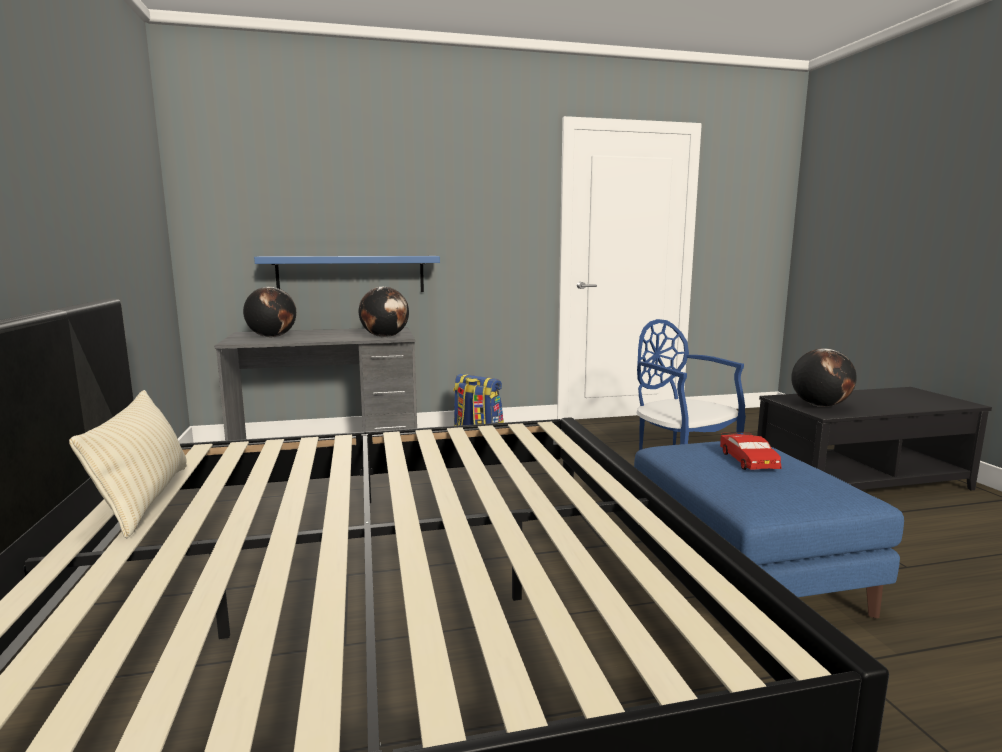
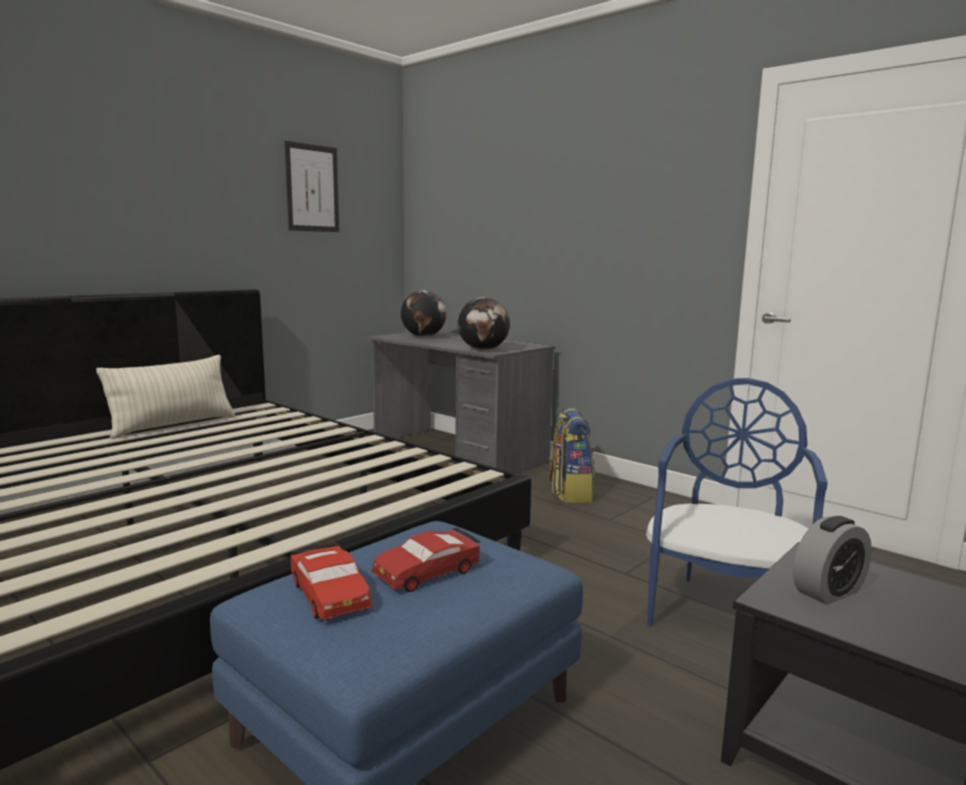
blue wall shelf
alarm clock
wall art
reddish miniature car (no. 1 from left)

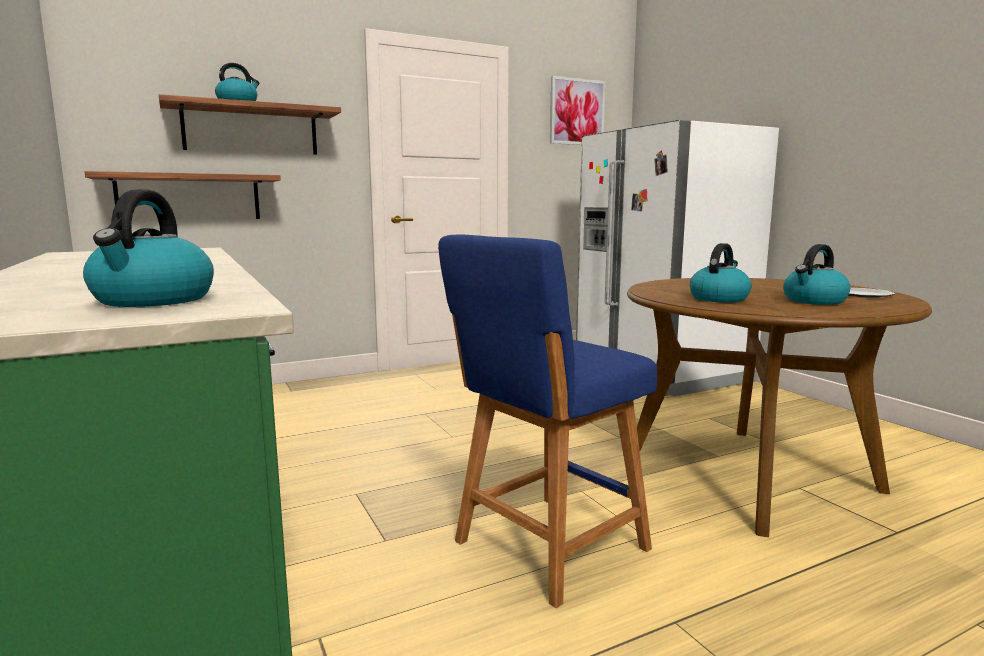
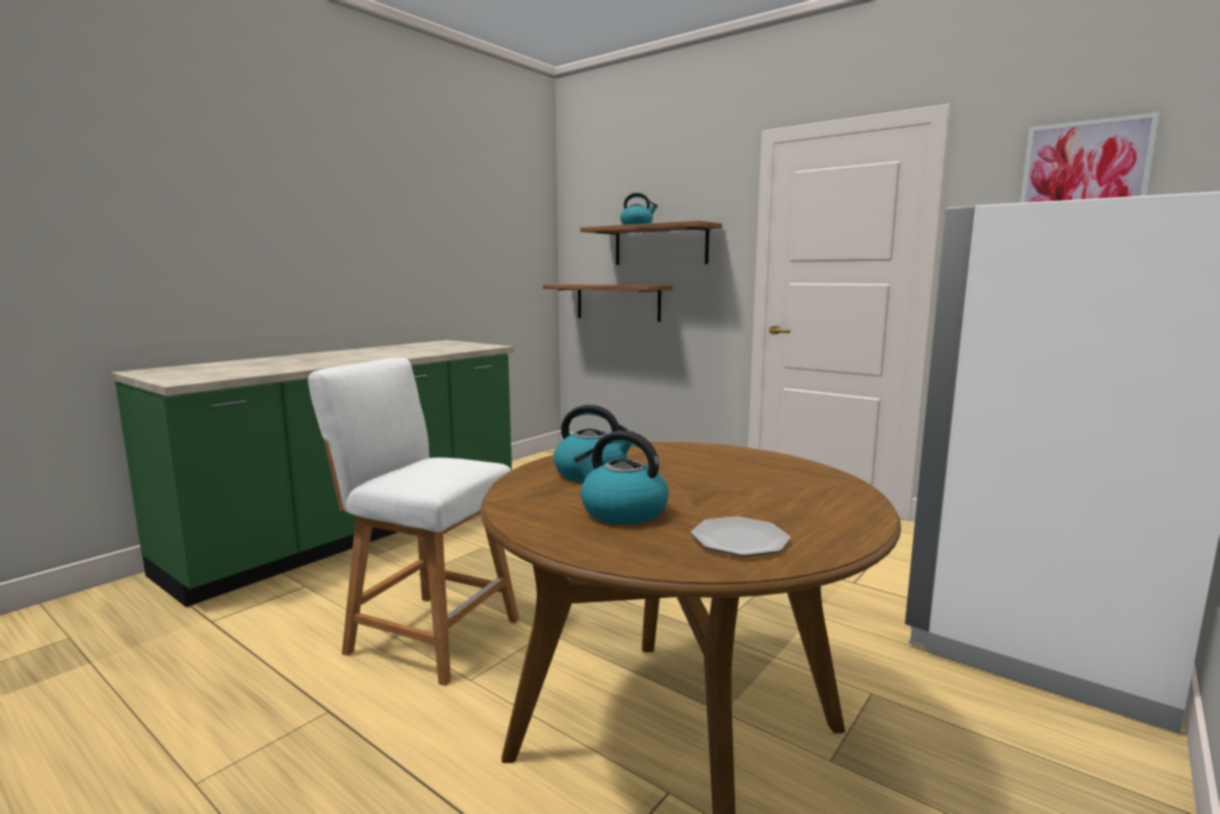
kettle (no. 1 from left in the first image)
white-coloured stool seat

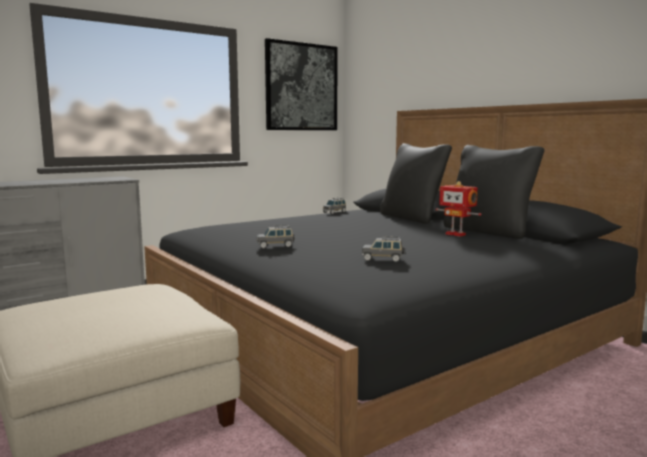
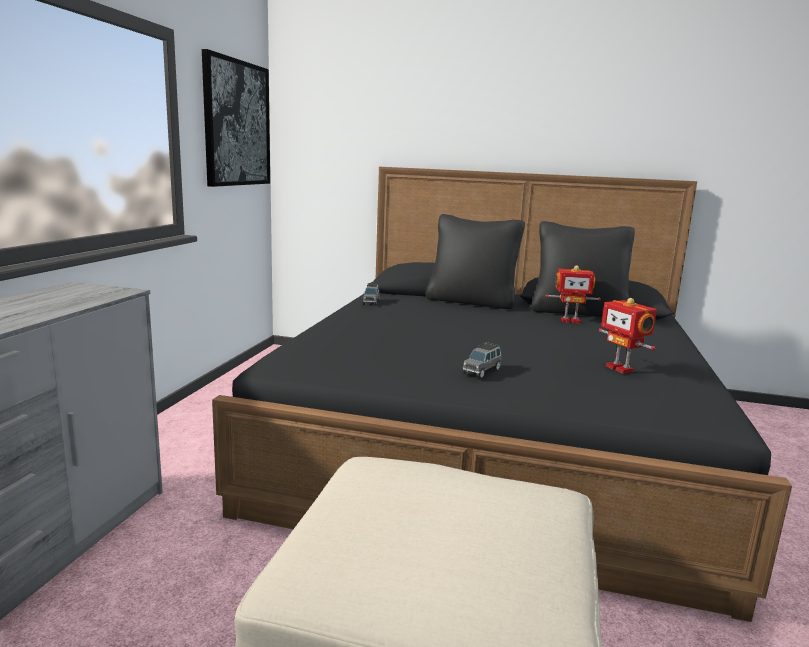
toy robot (no. 2 from left)

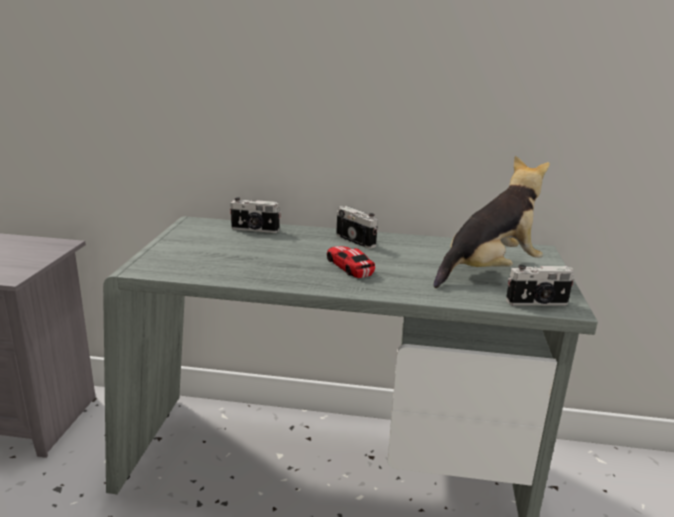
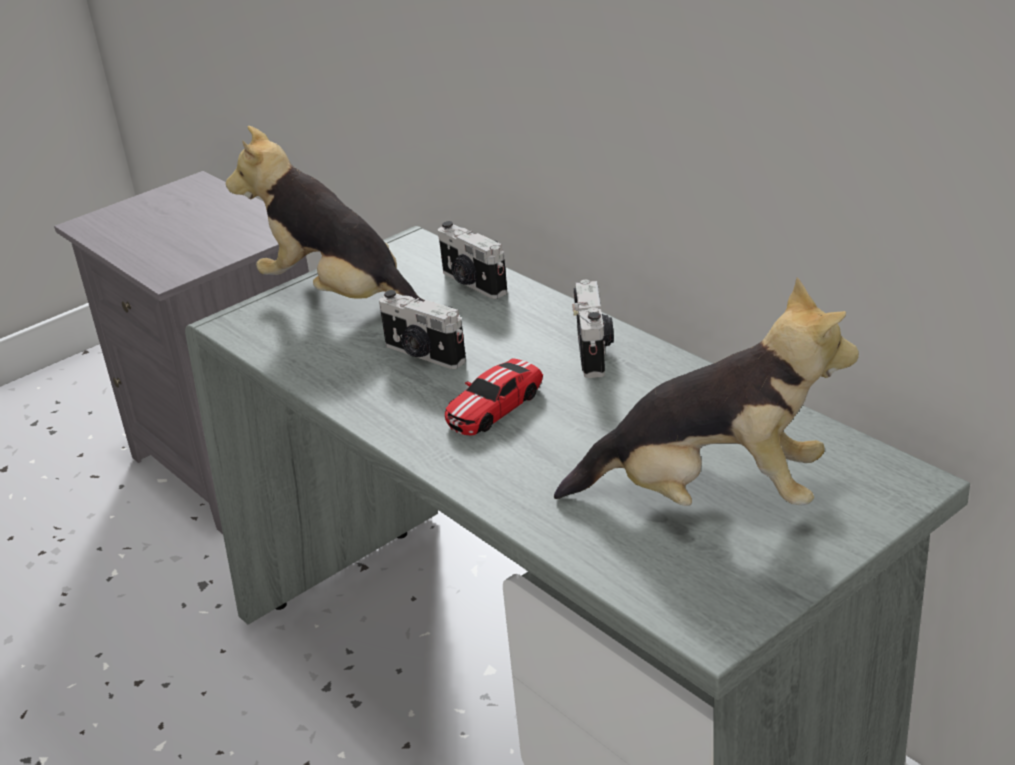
miniature car
still camera (no. 1 from left)
soft toy (no. 1 from left)

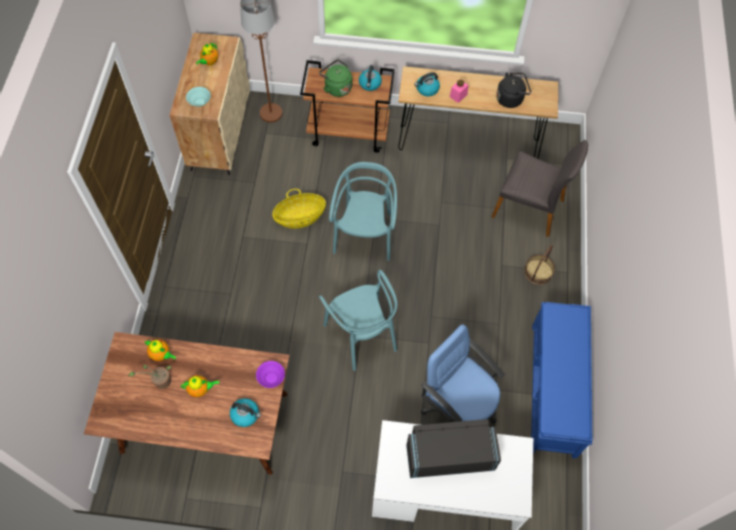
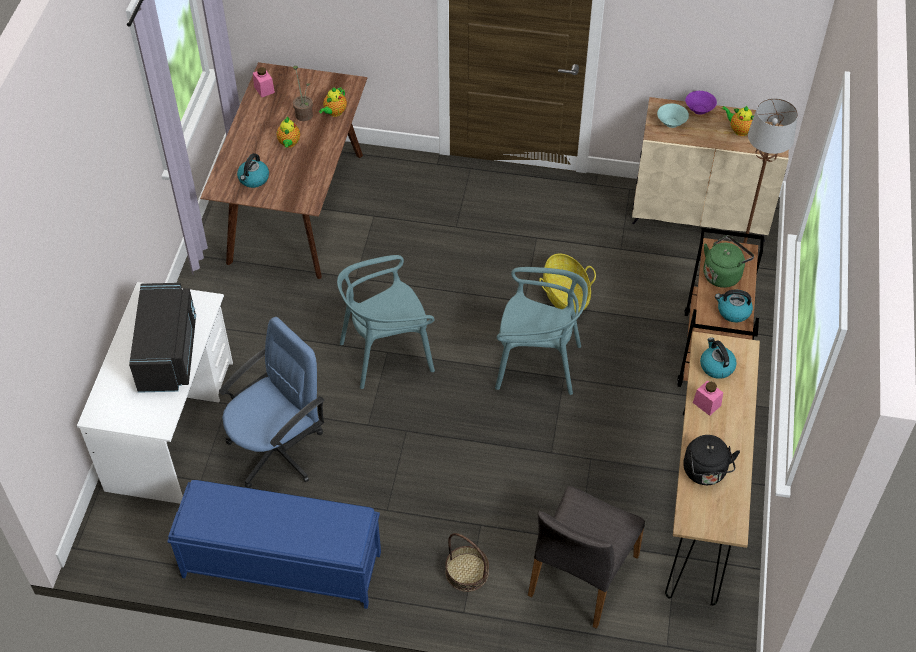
purple-coloured serving bowl
pink jar (no. 1 from left)

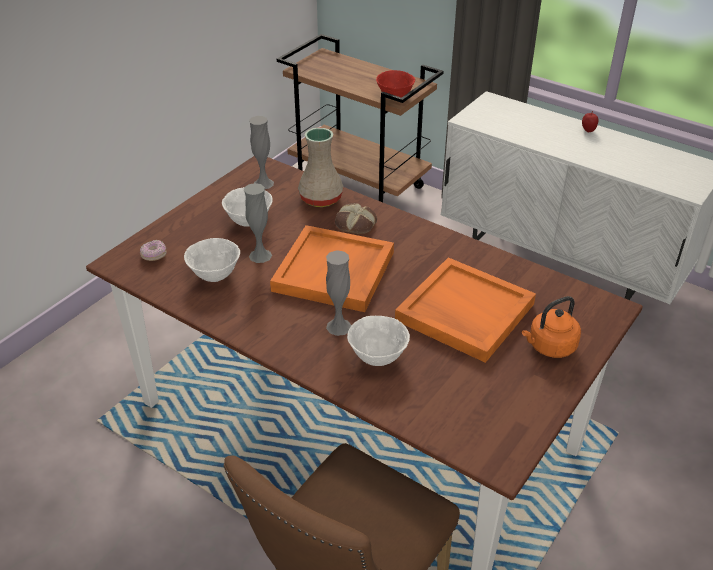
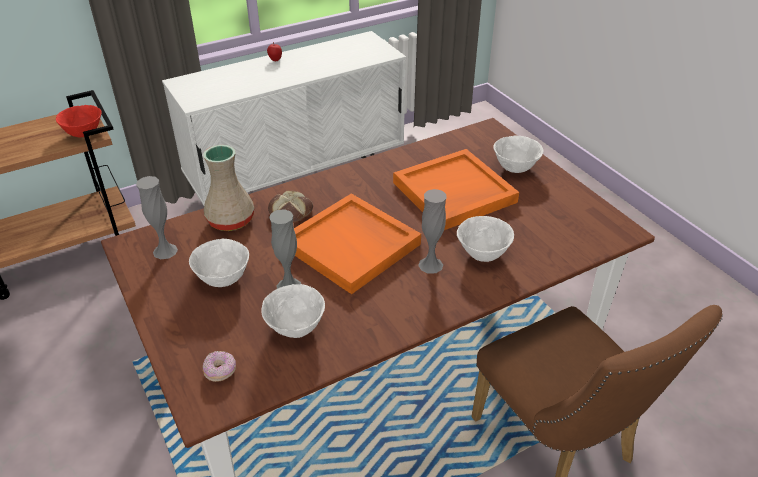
white-coloured serving bowl (no. 4 from left)

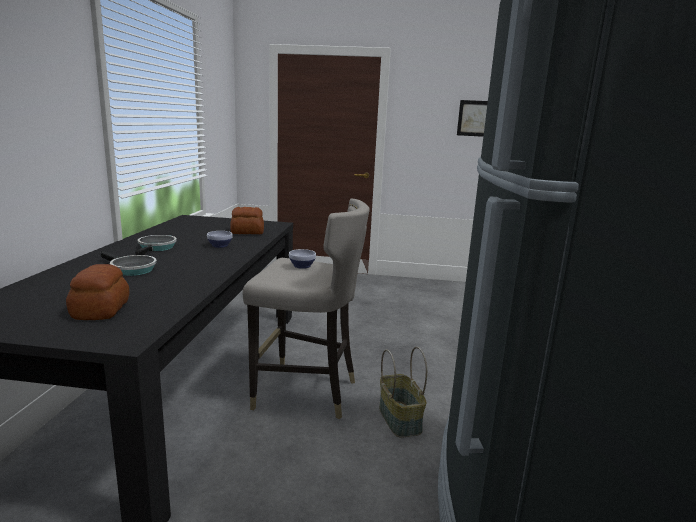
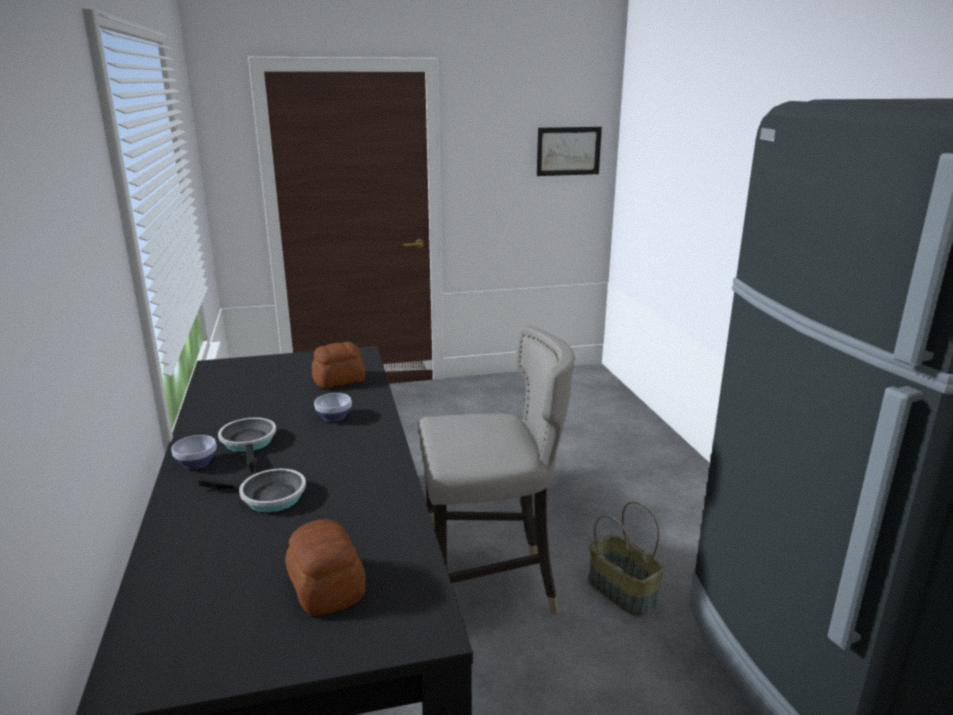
serving bowl (no. 1 from left)

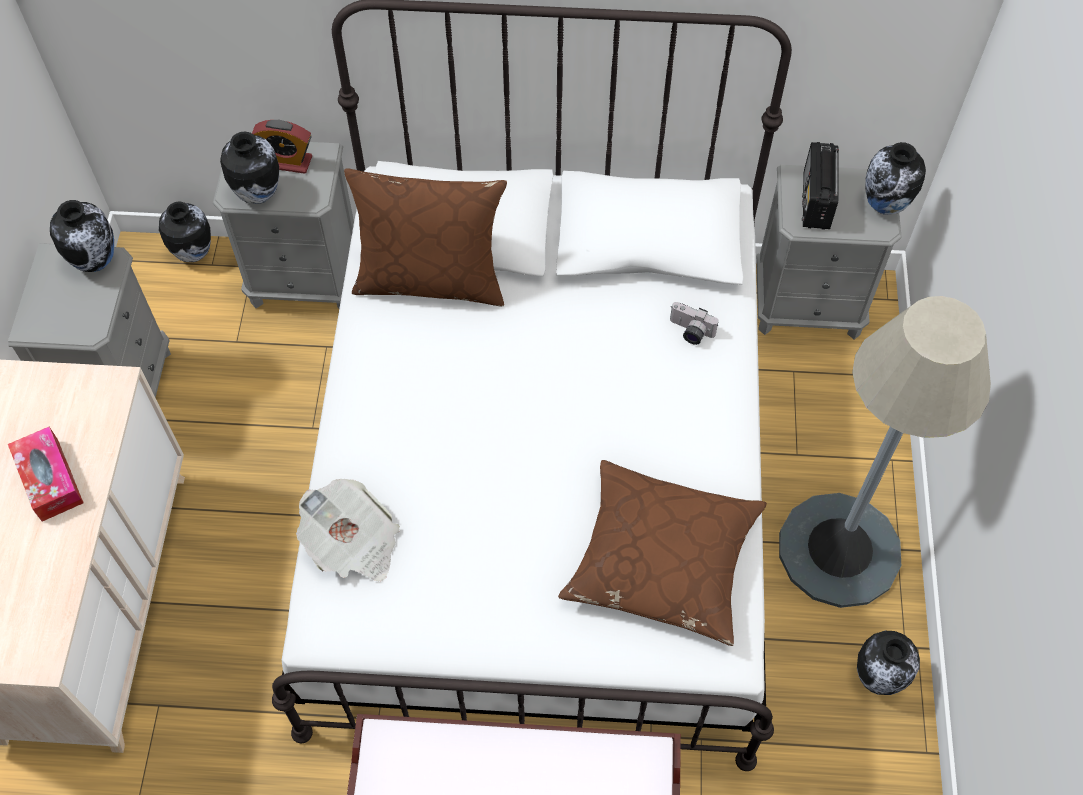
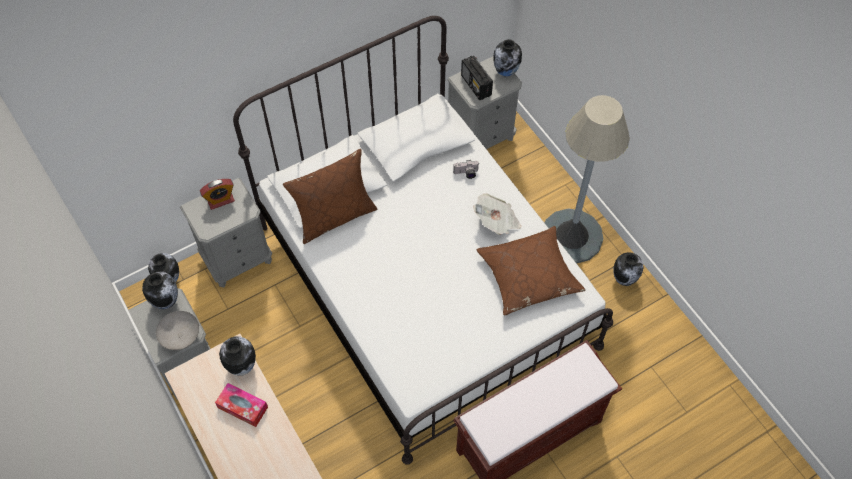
decorative vase (no. 3 from left)
printed paper
greyish serving bowl

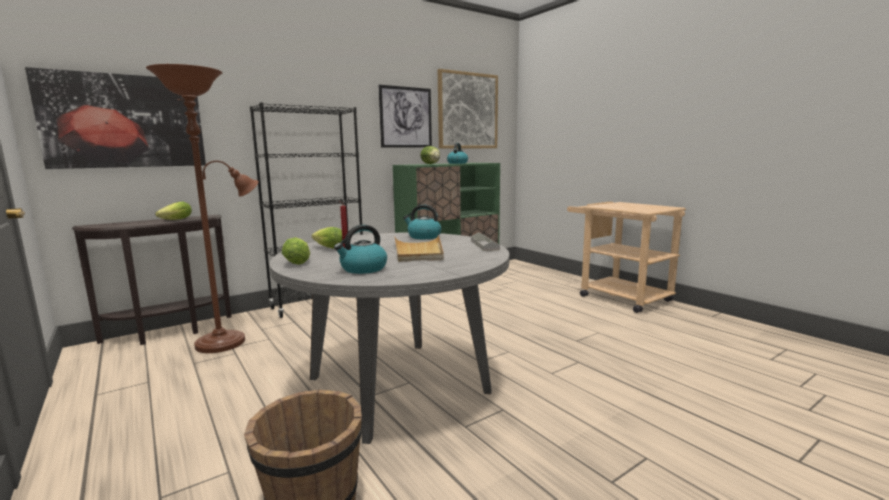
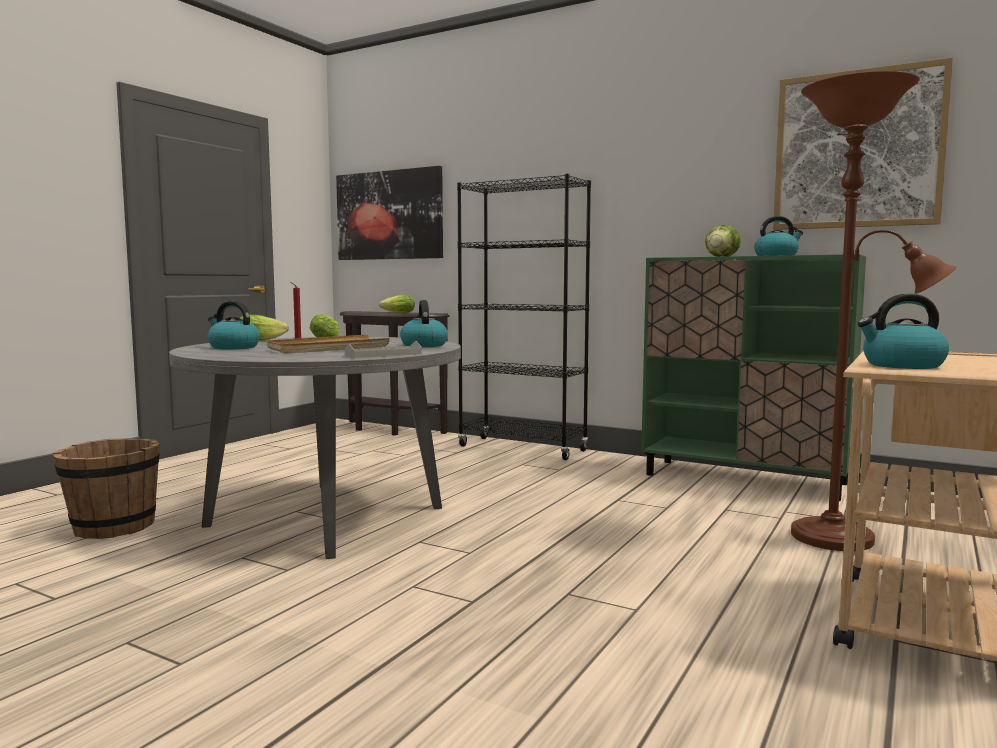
brown standard lamp
wall art (no. 2 from left in the first image)
kettle (no. 4 from left)

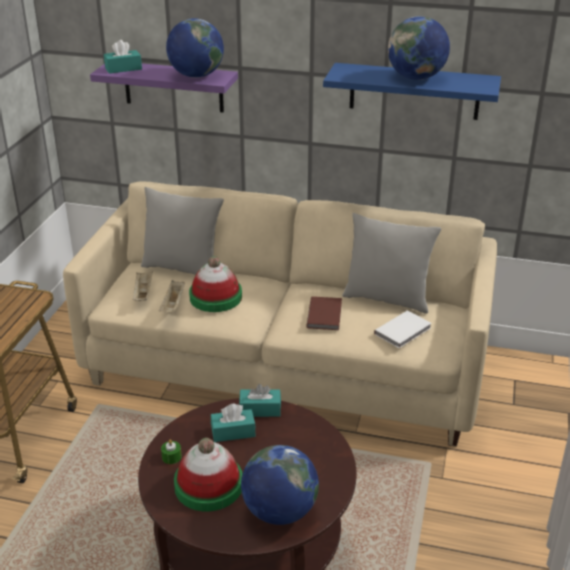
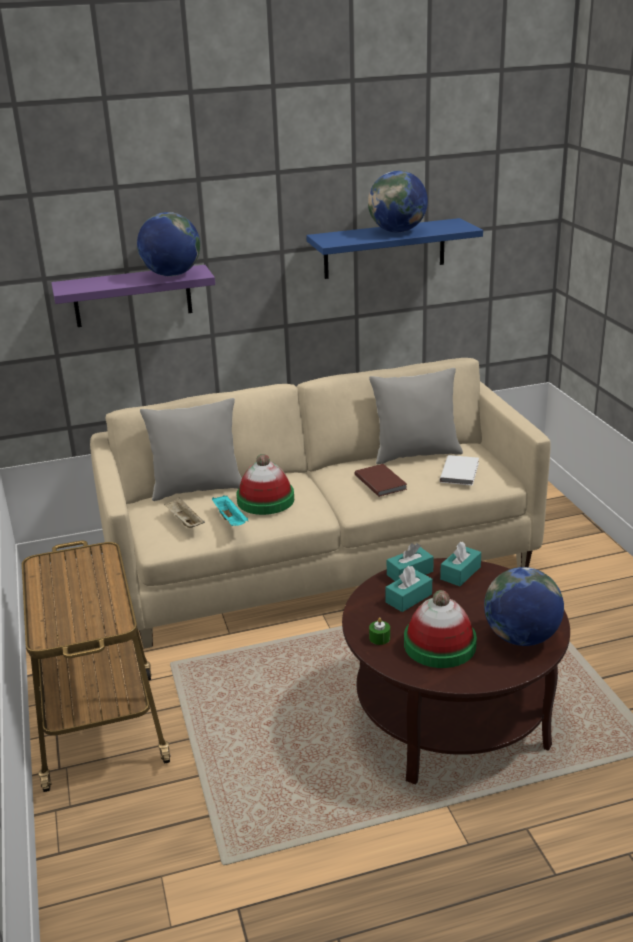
turquoise tissue box (no. 3 from left)
turquoise tray

